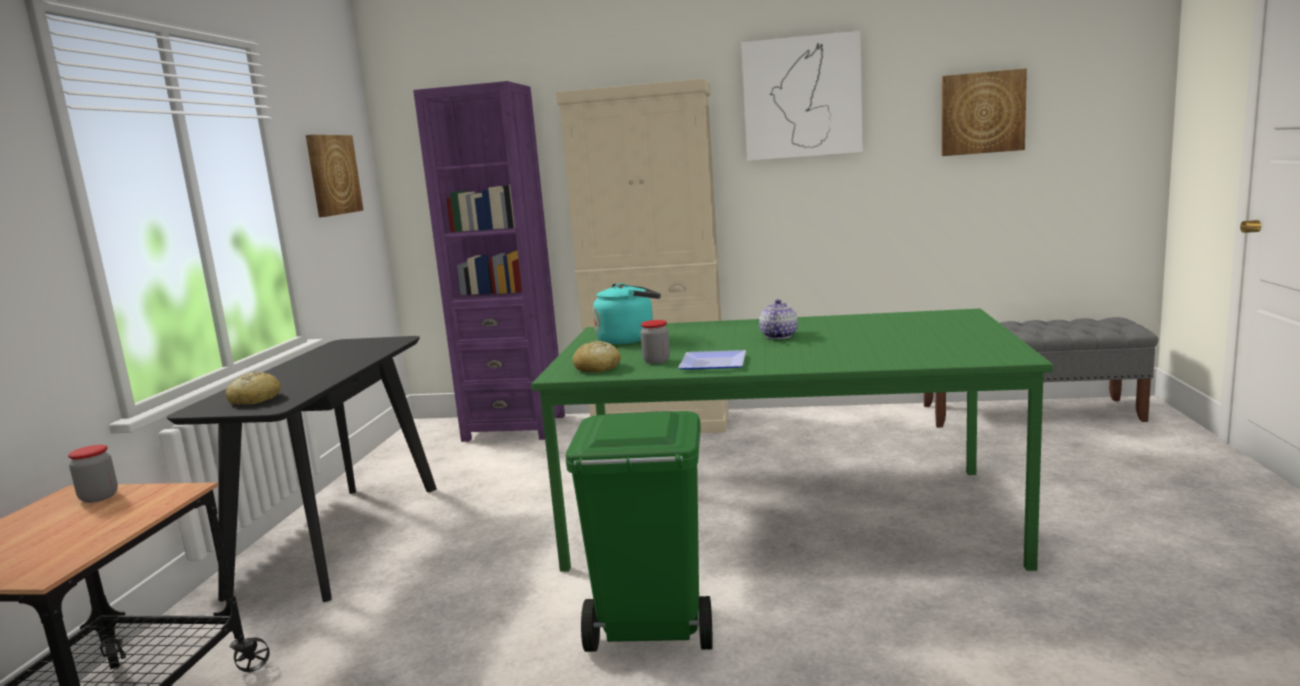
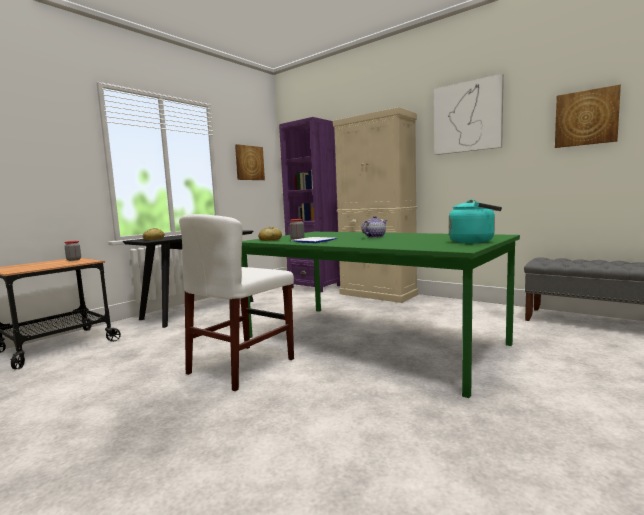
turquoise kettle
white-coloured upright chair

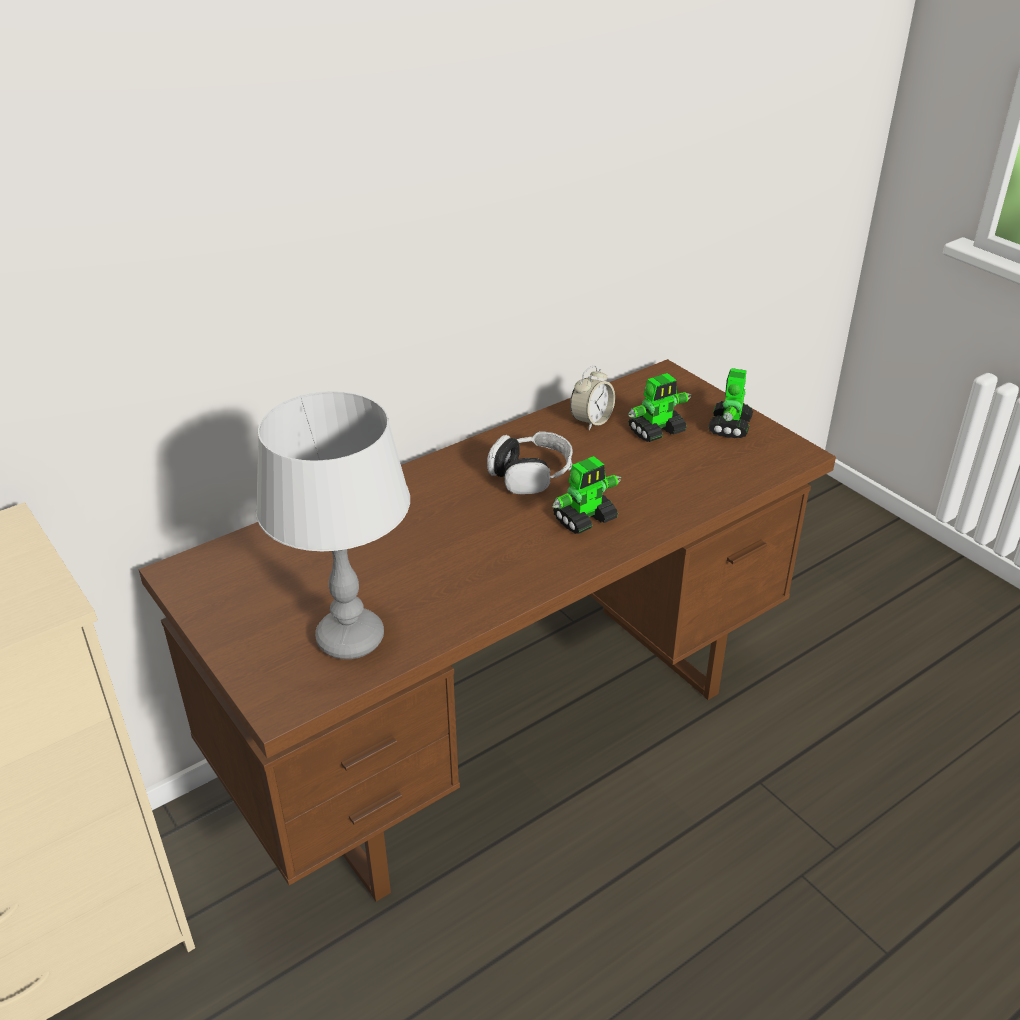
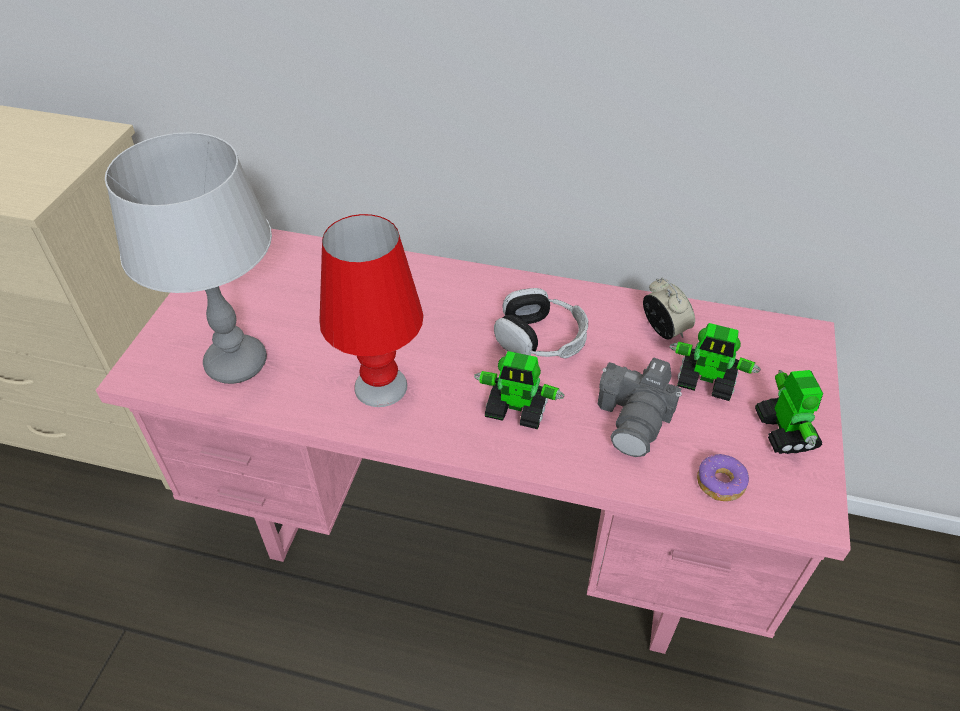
pink desk
alarm clock
toy robot (no. 3 from left)
reddish table lamp
still camera
ring doughnut

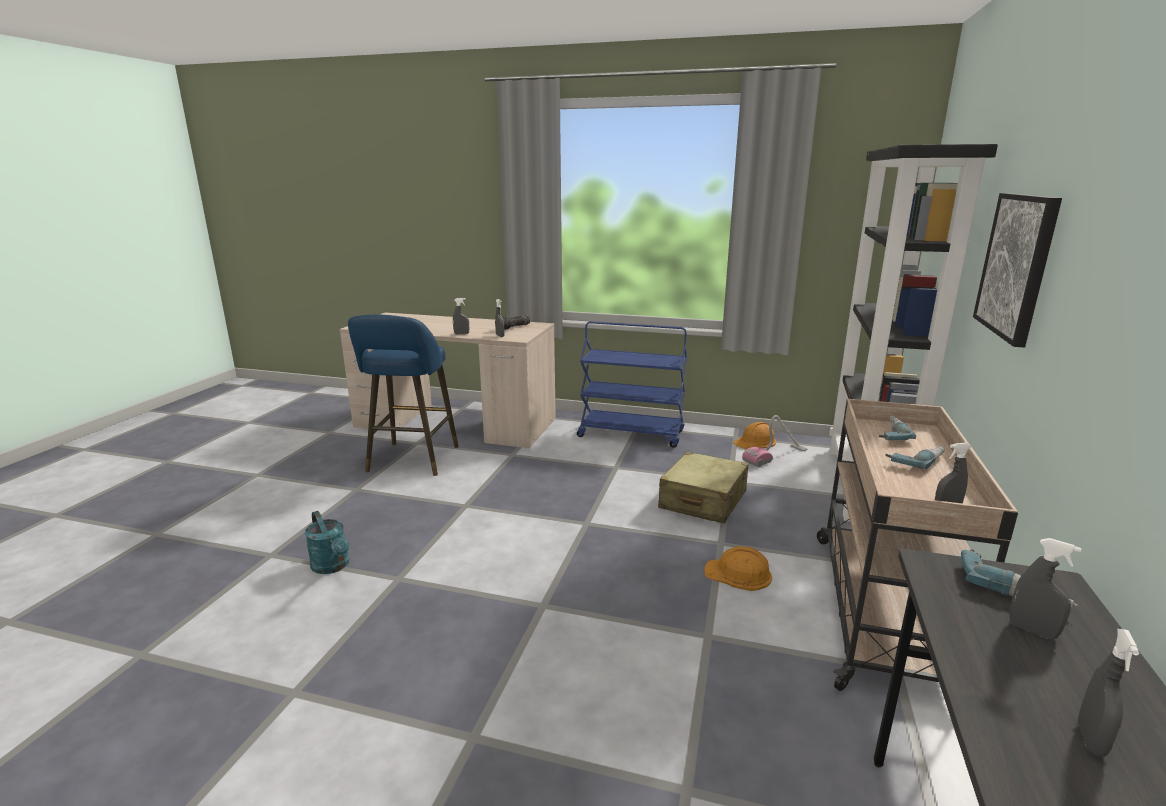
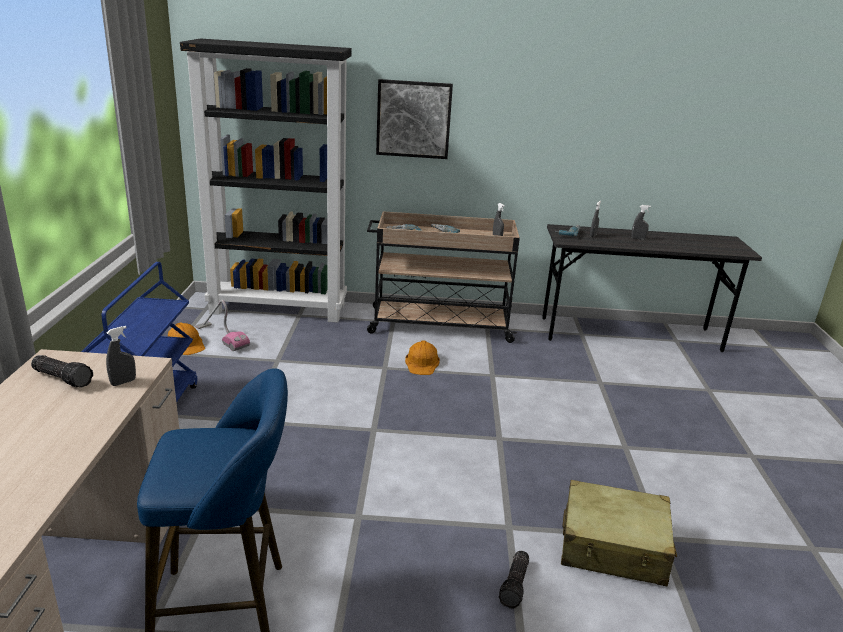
greyish hand sprayer (no. 1 from left in the first image)
beige travel case
hand torch (no. 2 from left)

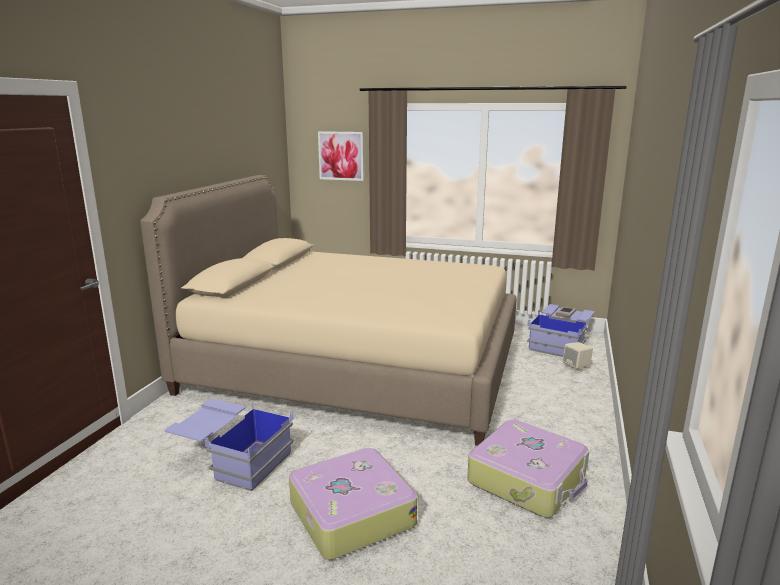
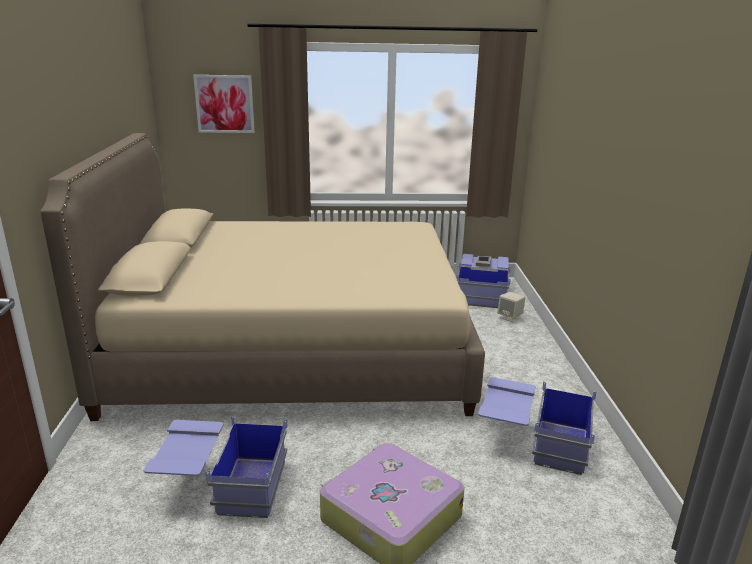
blue storage box (no. 3 from left)

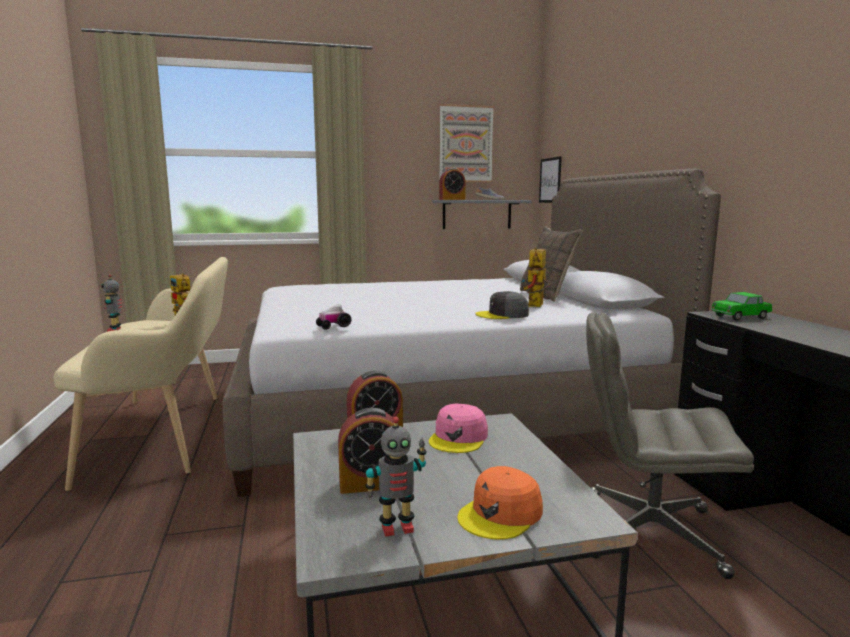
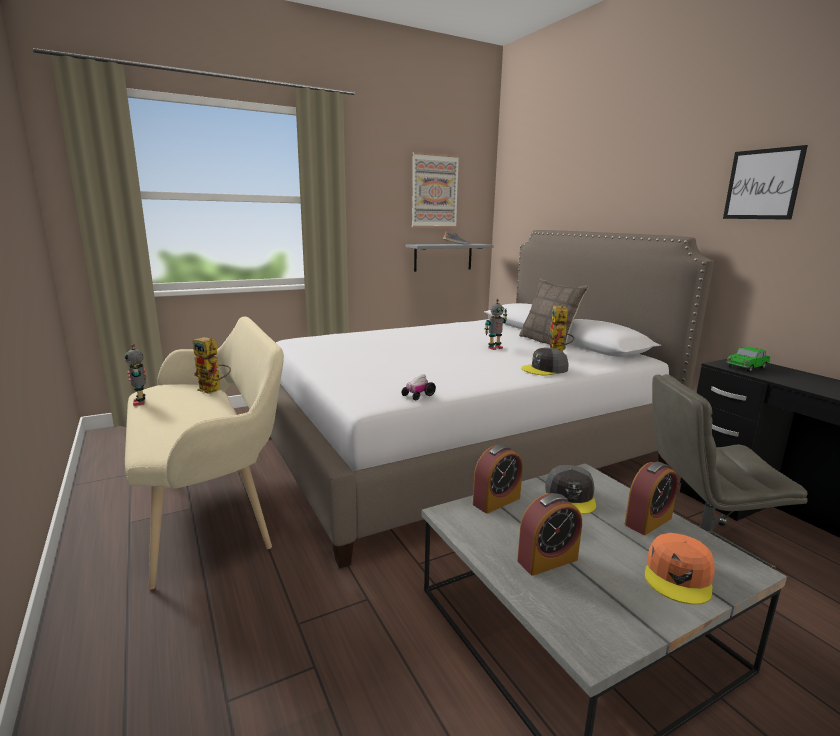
wall art (no. 2 from left)
alarm clock (no. 3 from left)
greyish cap (no. 2 from left)
toy robot (no. 3 from left)

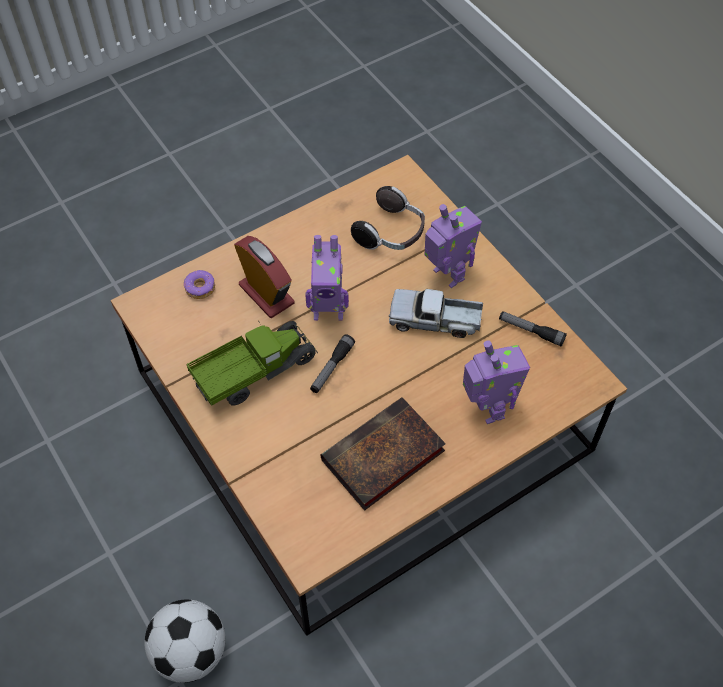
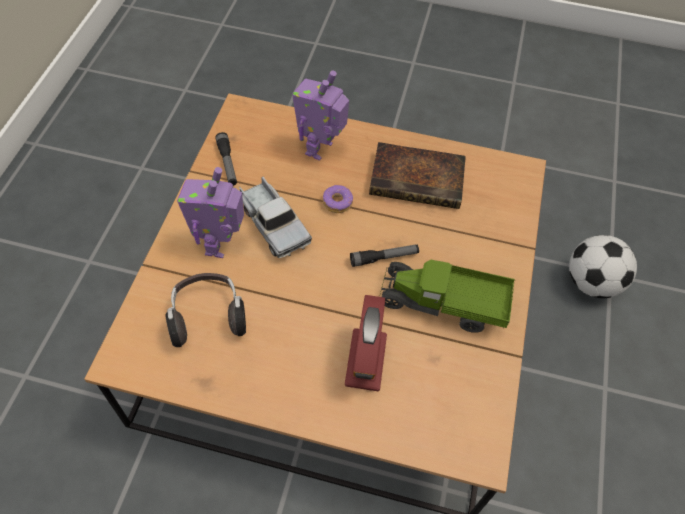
toy robot (no. 1 from left in the first image)
ring doughnut

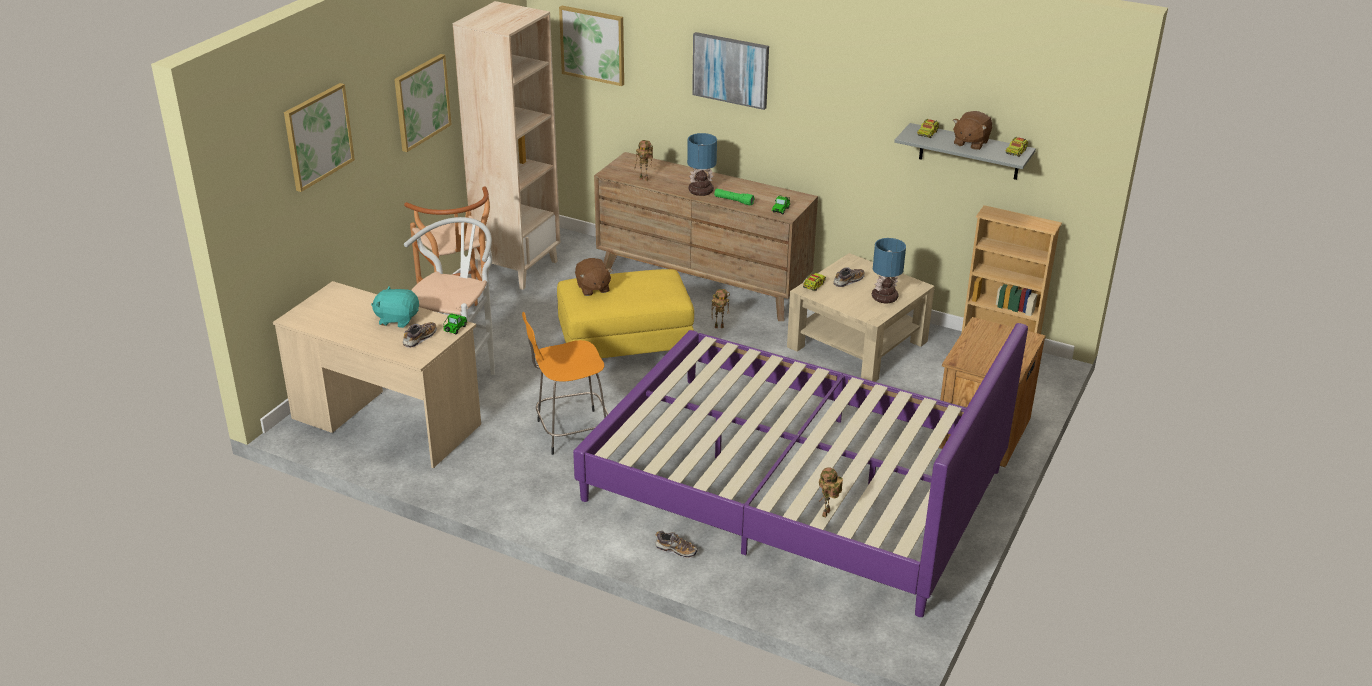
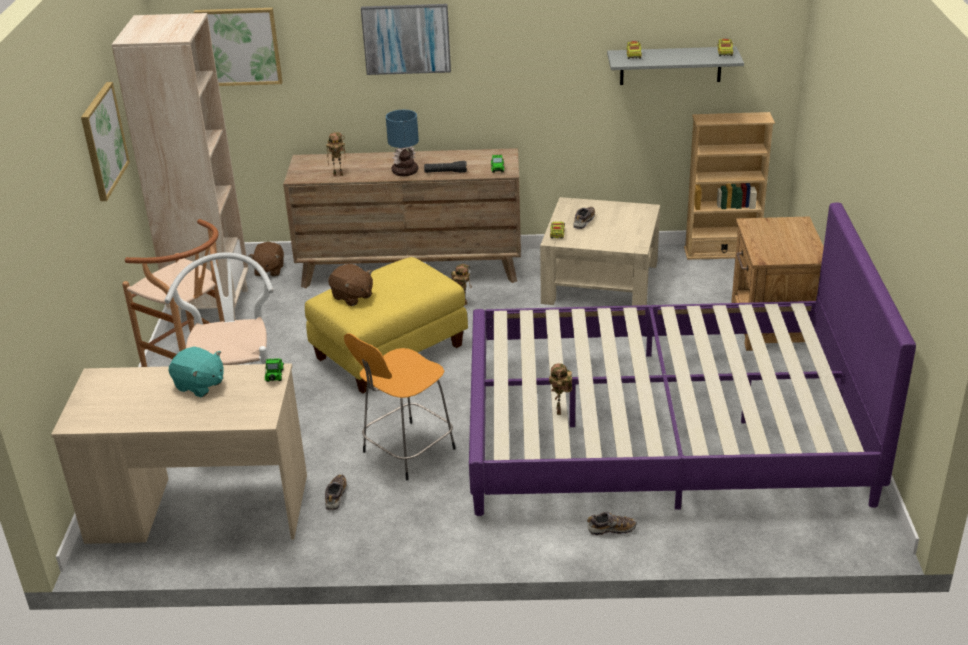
wall art (no. 1 from left in the first image)
brown soft toy (no. 1 from left)
black hand torch
table lamp (no. 2 from left in the first image)
turquoise soft toy
item of footwear (no. 1 from left)
toy robot (no. 3 from left)

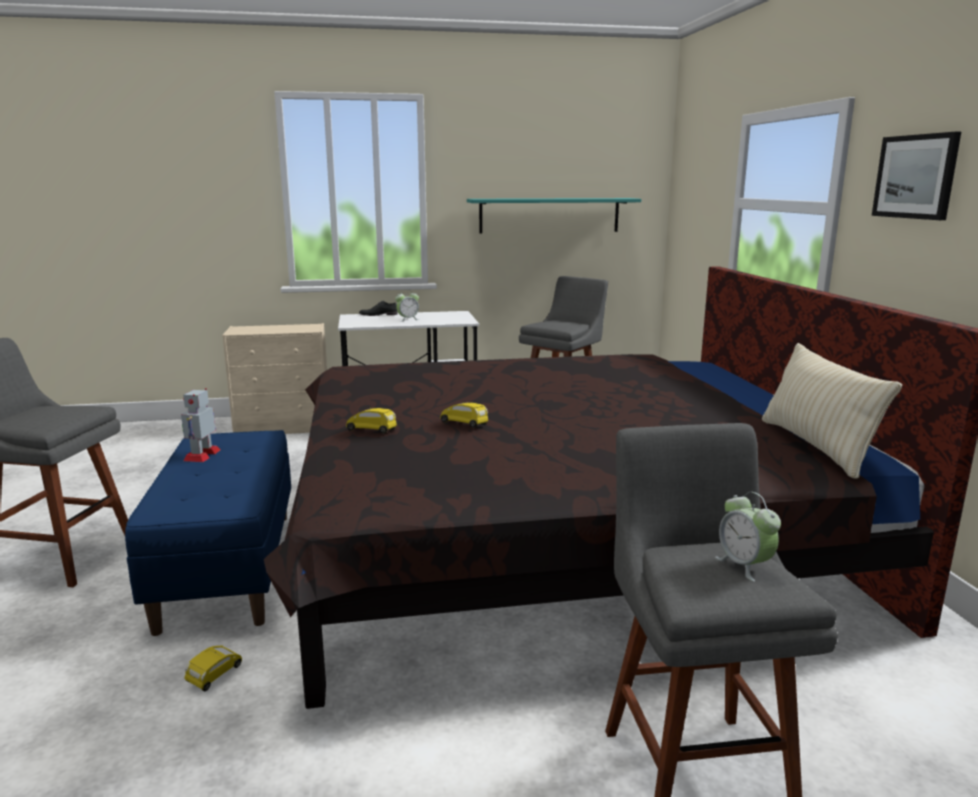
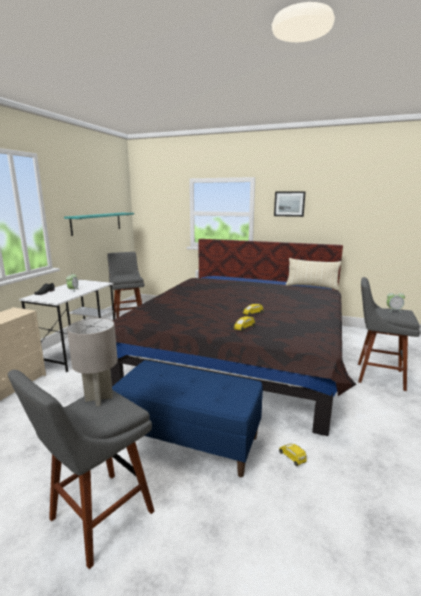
toy robot
greyish table lamp

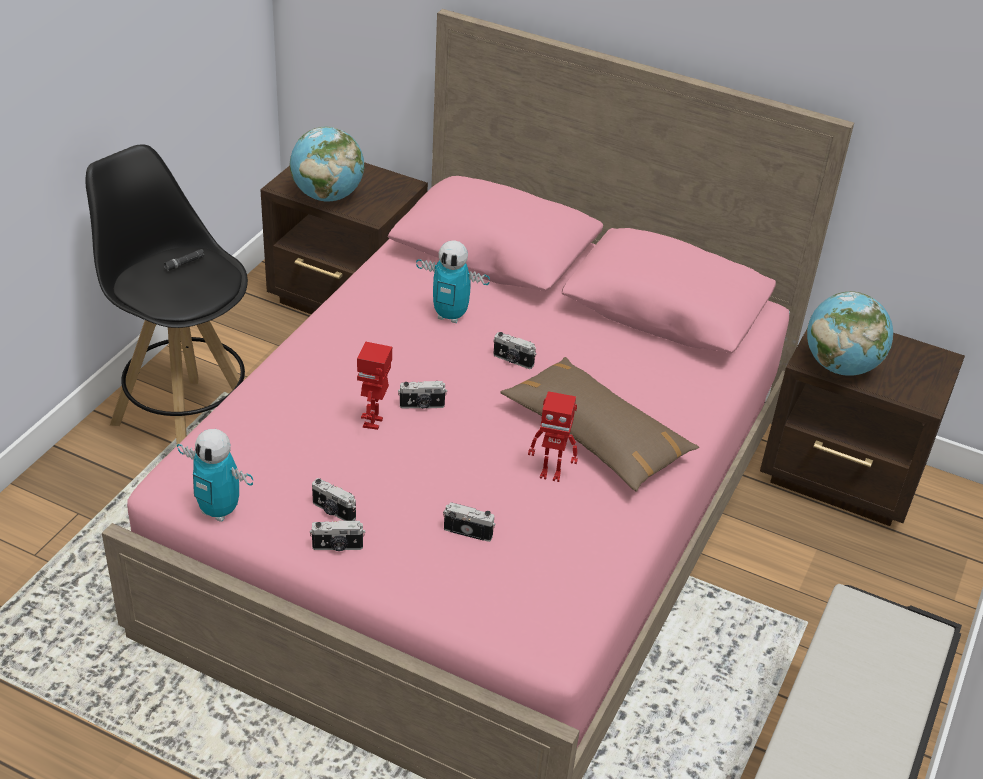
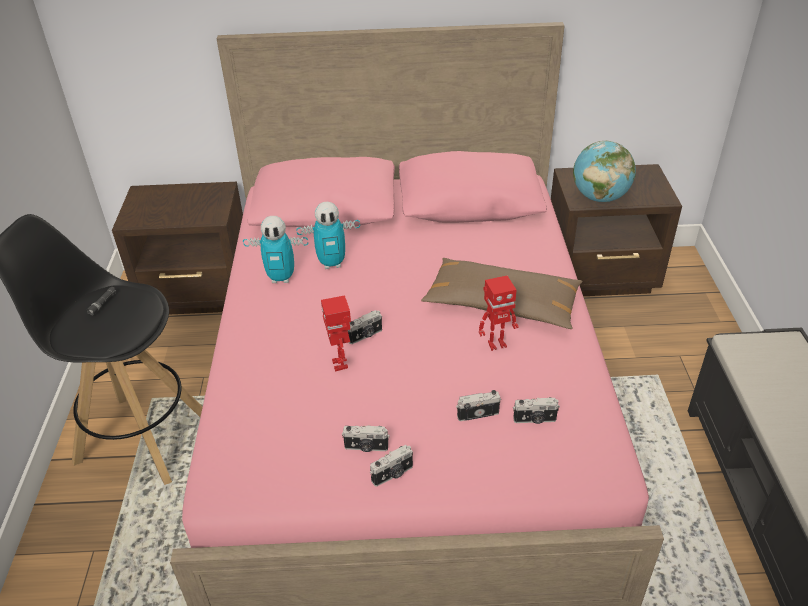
world globe (no. 1 from left in the first image)
still camera (no. 5 from left)
toy robot (no. 1 from left)

